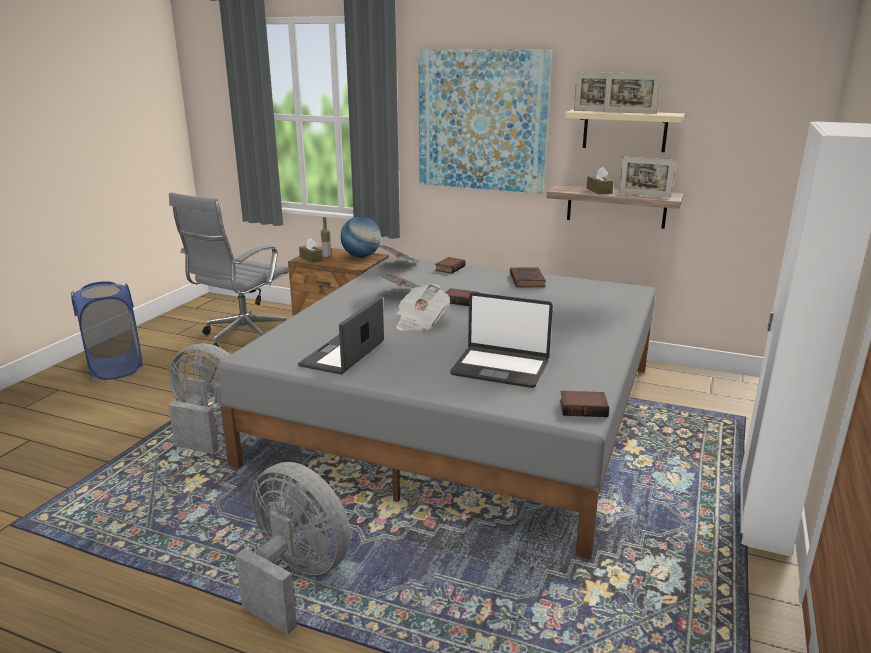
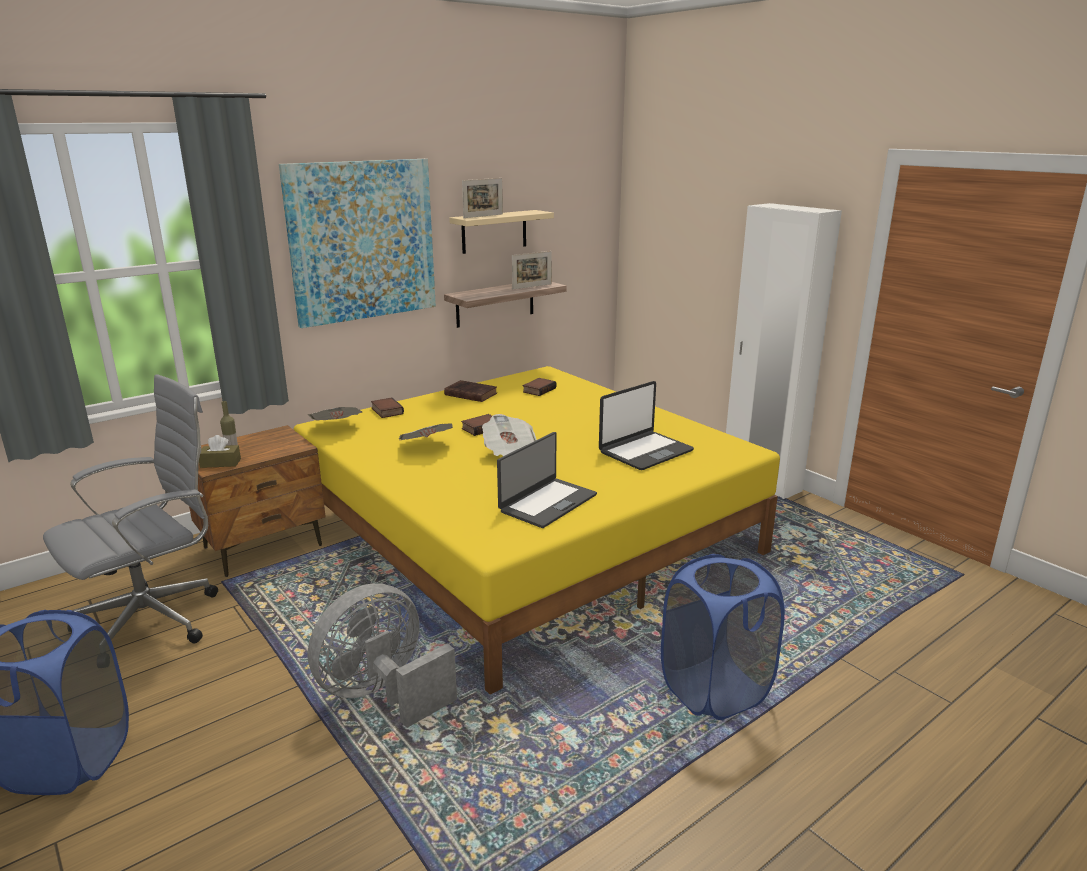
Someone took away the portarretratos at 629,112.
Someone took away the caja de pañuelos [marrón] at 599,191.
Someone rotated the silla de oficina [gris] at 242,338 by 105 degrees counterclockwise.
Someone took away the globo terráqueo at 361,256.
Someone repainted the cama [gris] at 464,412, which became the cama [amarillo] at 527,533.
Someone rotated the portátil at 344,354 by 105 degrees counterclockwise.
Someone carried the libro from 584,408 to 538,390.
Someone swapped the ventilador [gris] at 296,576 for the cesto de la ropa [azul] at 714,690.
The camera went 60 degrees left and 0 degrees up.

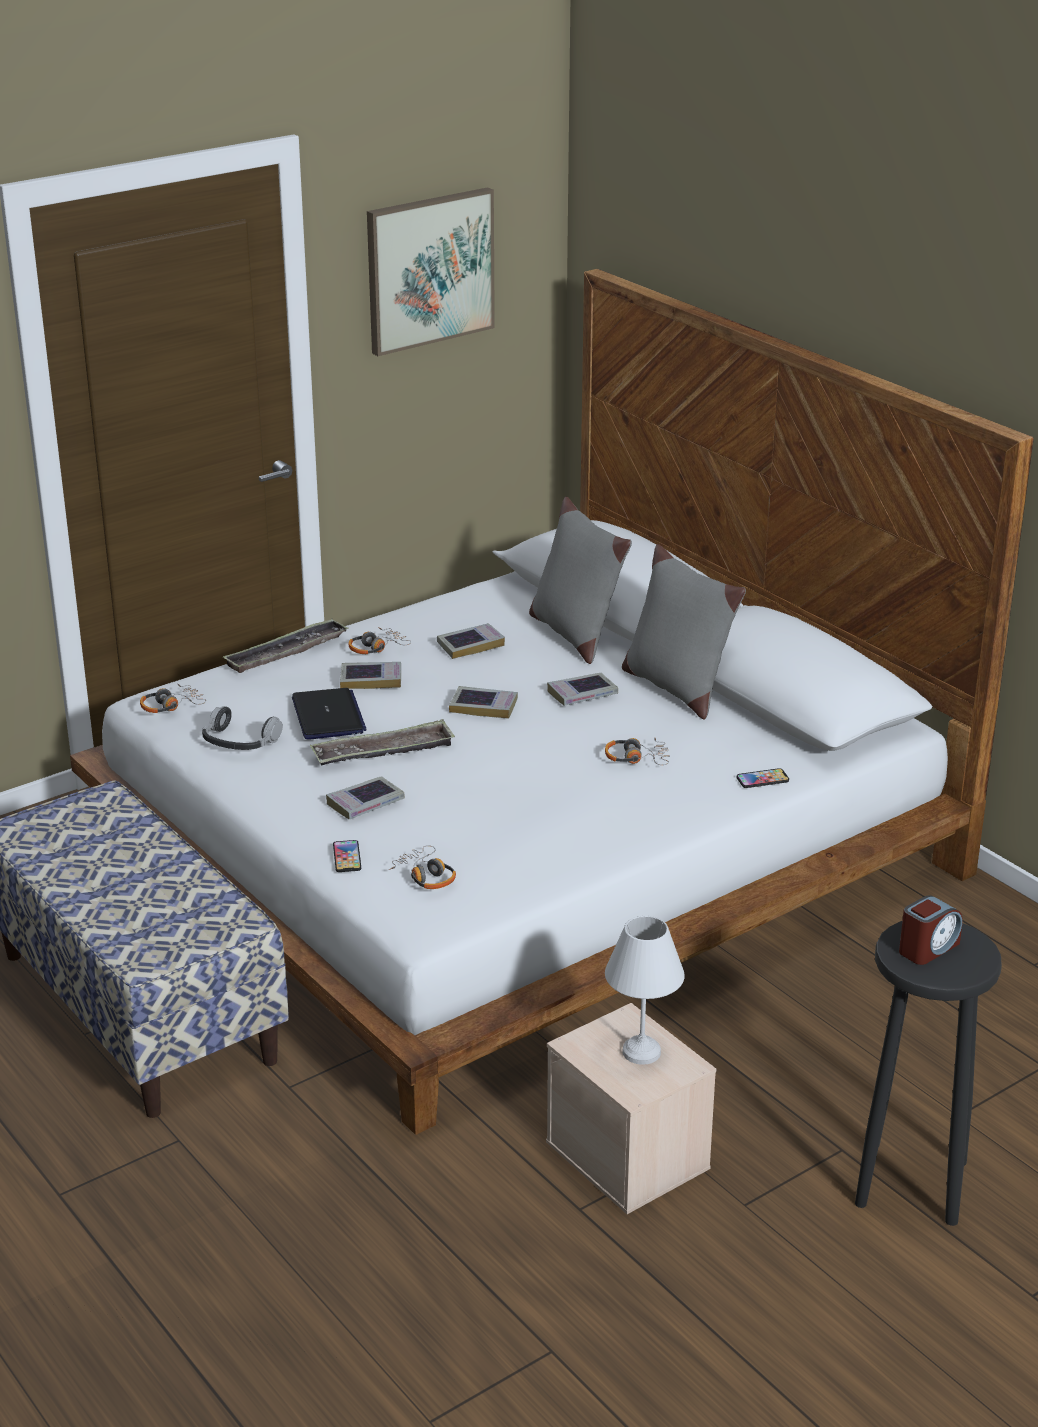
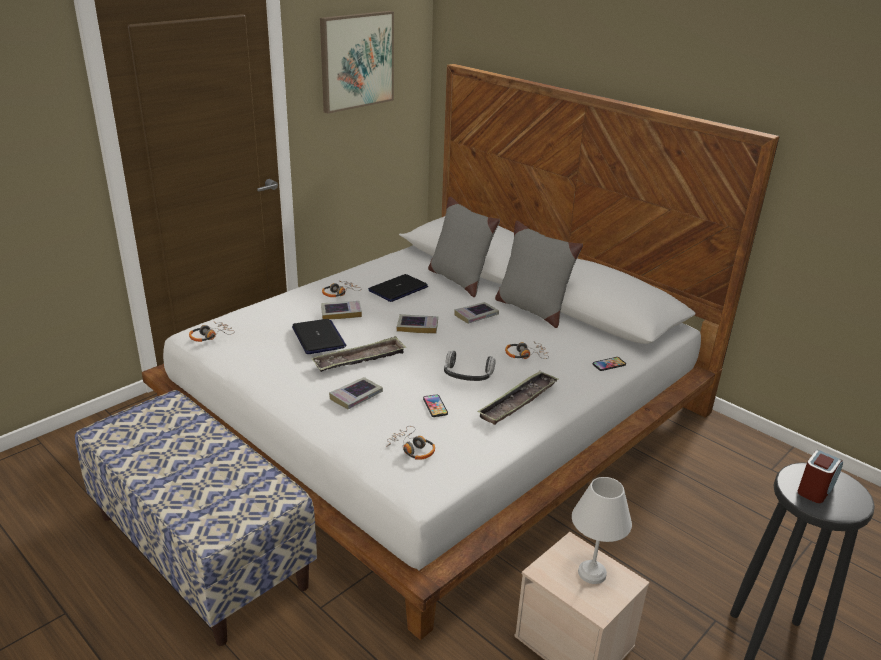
Someone carried the bandeja from 286,652 to 518,402.
Someone swapped the libro at 470,645 for the portátil at 398,289.
Someone carried the auriculares from 240,741 to 468,374.
Someone carried the móvil from 347,857 to 435,406.
The camera went 10 degrees left and 0 degrees up.

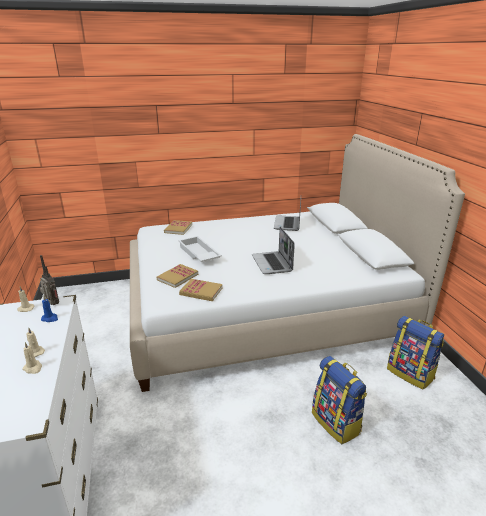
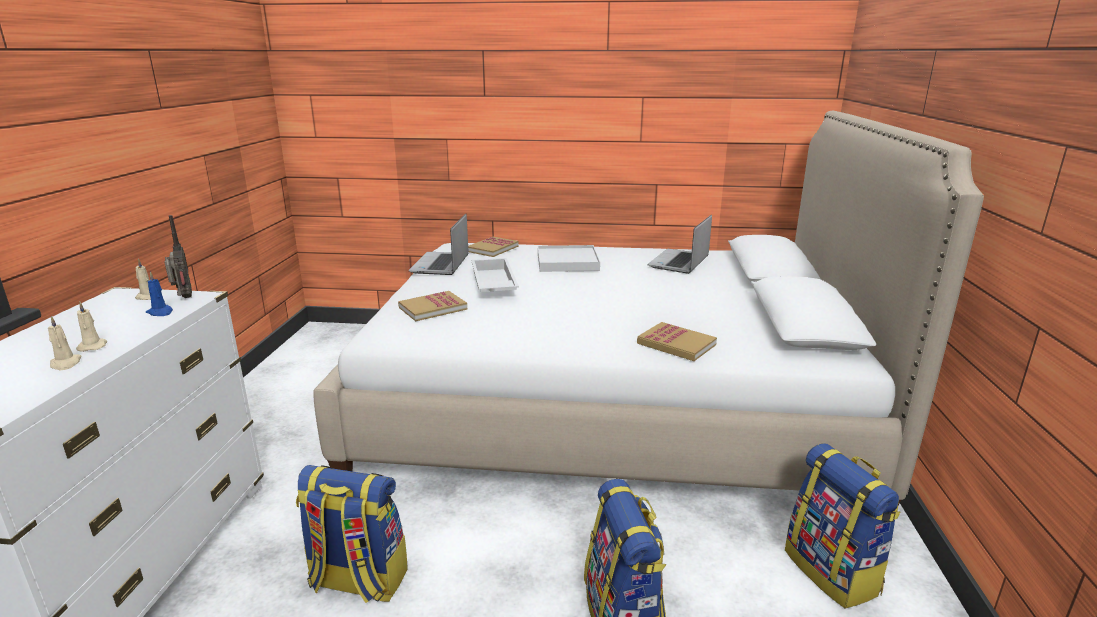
Someone carried the portátil from 272,264 to 441,265.
Someone carried the libro from 201,291 to 676,344.
Someone put down the bandeja [blanco] at 567,262.
Someone put down the mochila at 357,581.
The camera went 20 degrees right and 5 degrees down.

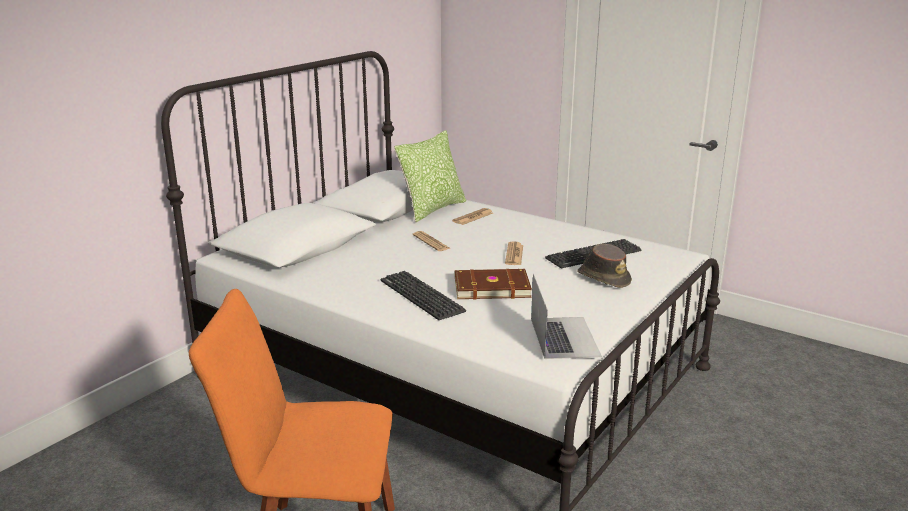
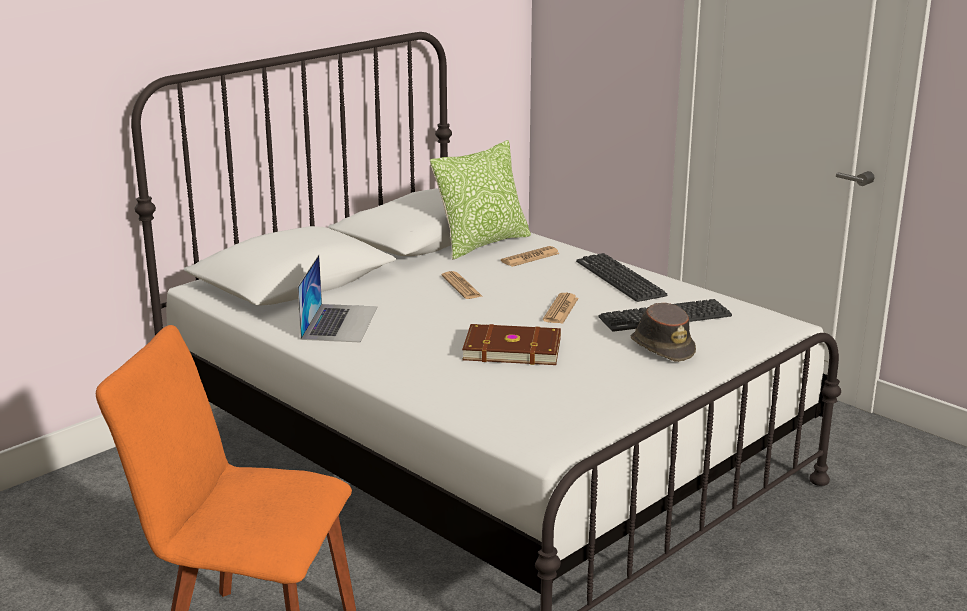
Someone carried the teclado from 421,296 to 620,278.
Someone carried the portátil from 564,337 to 339,322.
The camera went 10 degrees right and 0 degrees up.

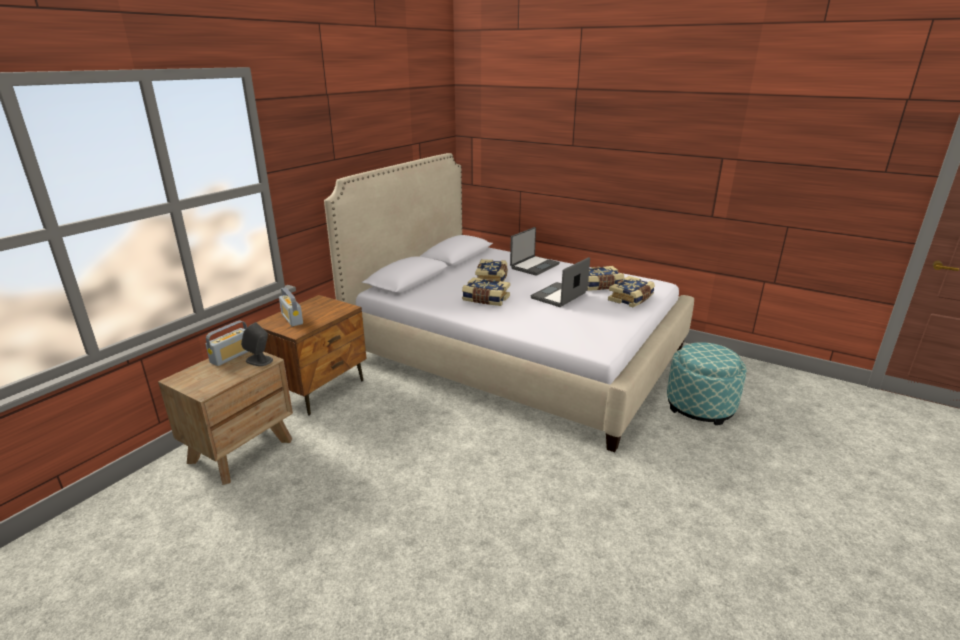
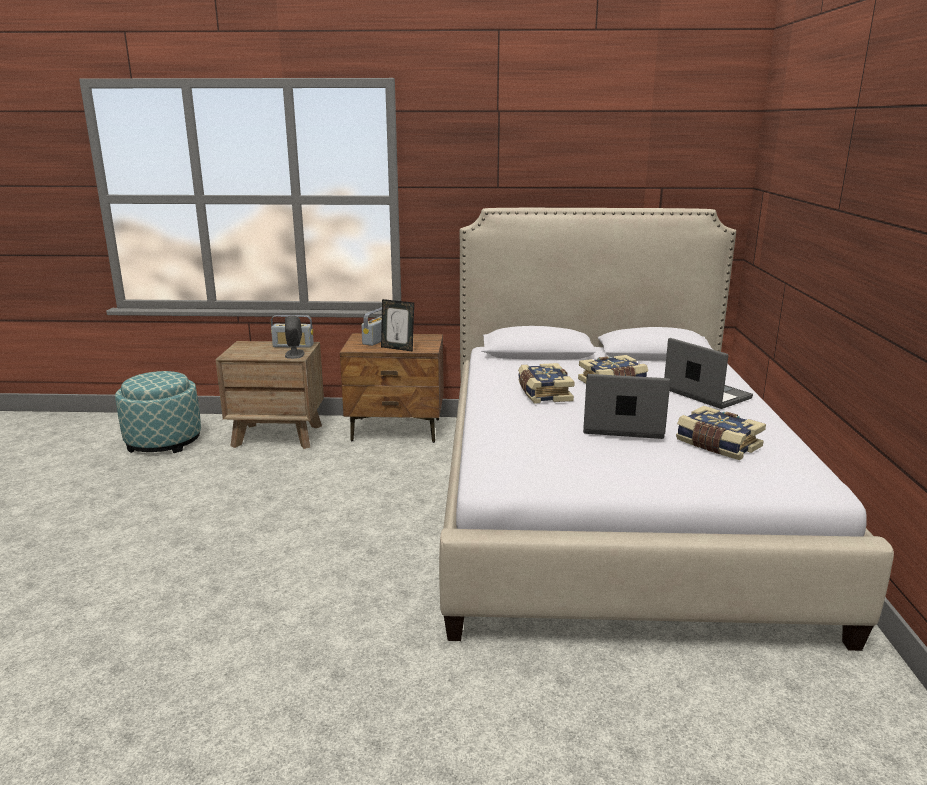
Someone rotated the portátil at 534,266 by 135 degrees counterclockwise.
Someone took away the libro at 631,299.
Someone carried the puf from 700,406 to 164,441.
Someone put down the portarretratos at 398,348.
The camera went 60 degrees right and 5 degrees down.

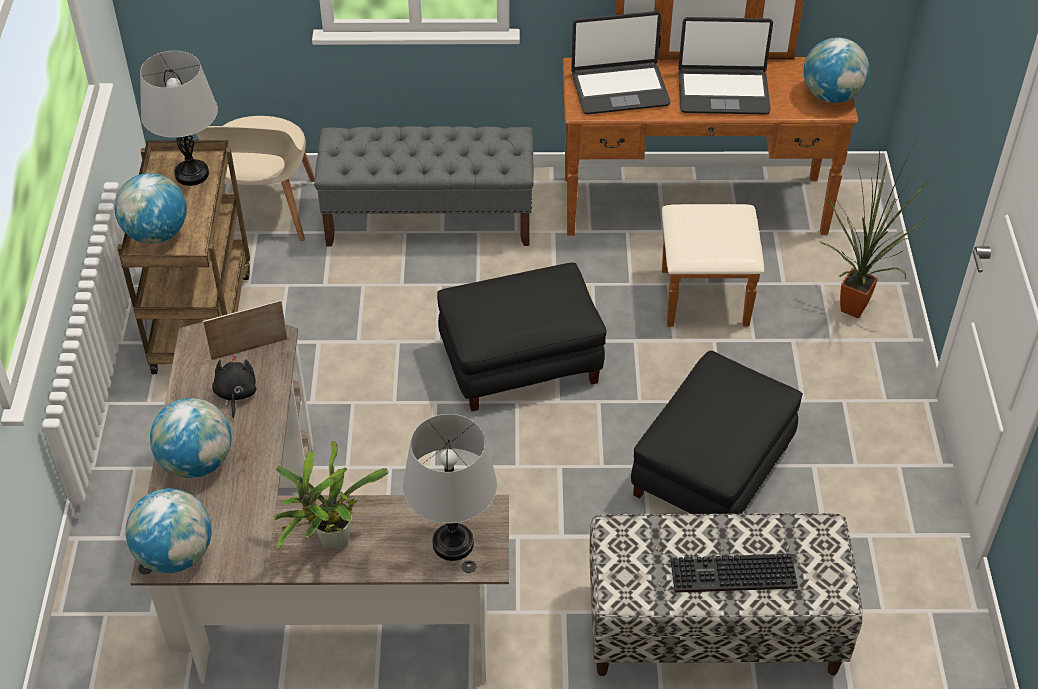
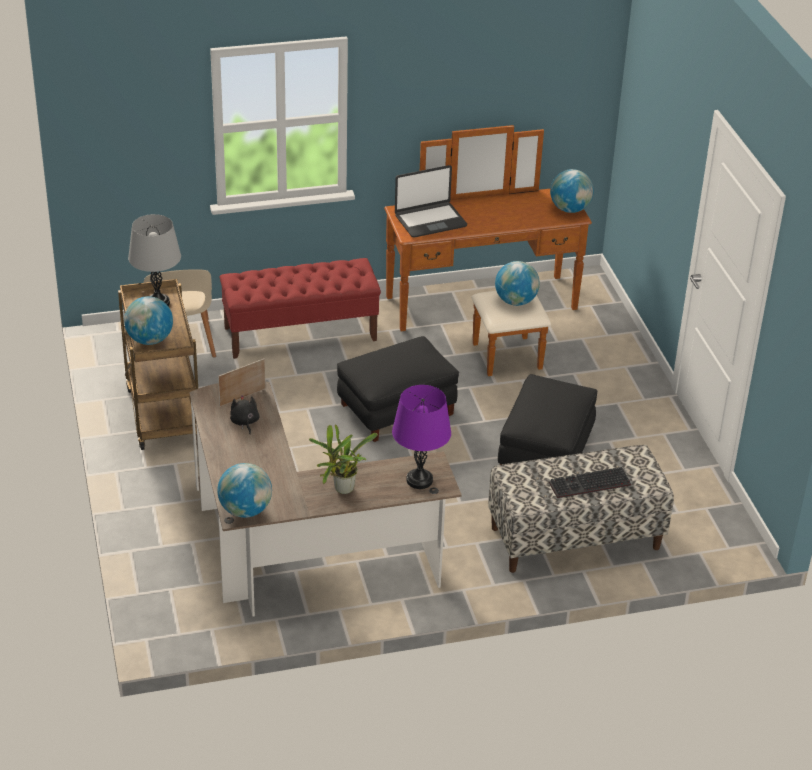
Someone took away the portátil at 723,92.
Someone repainted the banco [gris] at 429,220, which became the banco [rojo] at 300,334.
Someone took away the planta en maceta at 857,311.
Someone carried the globo terráqueo from 197,462 to 515,301.
Someone repainted the lámpara de mesa [gris] at 453,543, which became the lámpara de mesa [morado] at 419,480.
The camera went 15 degrees left and 10 degrees down.

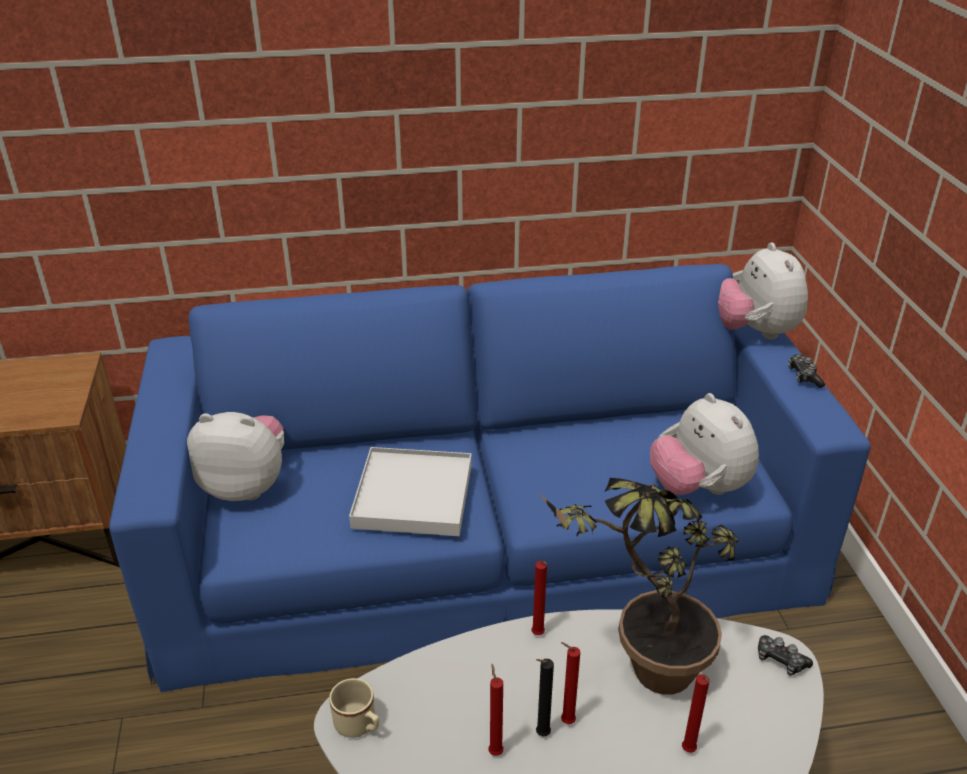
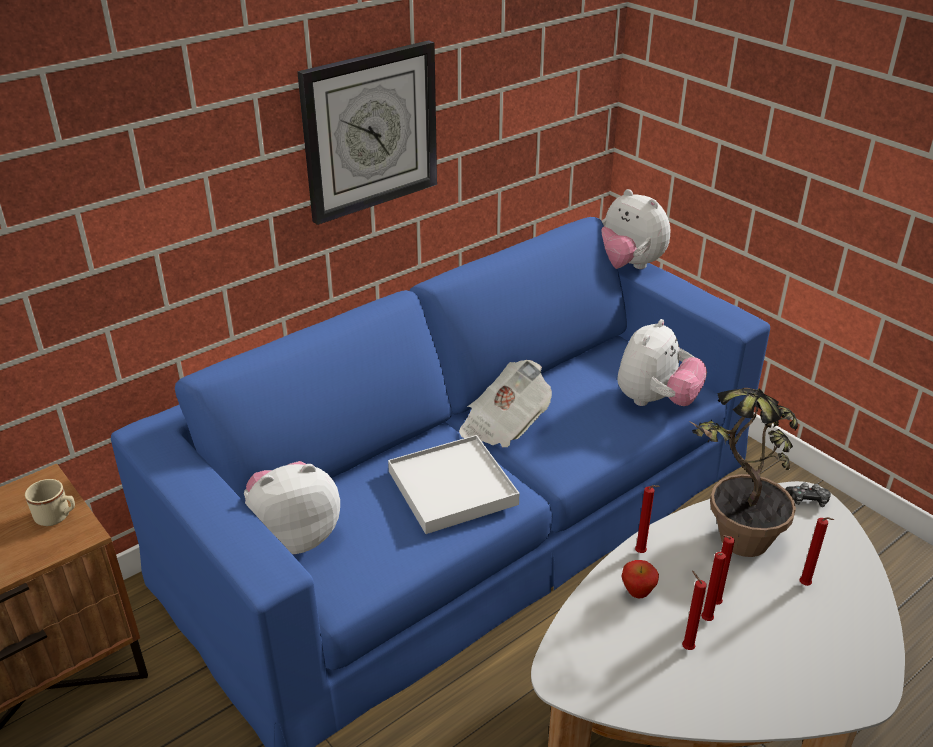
Someone took away the mando de consola at 804,376.
Someone rotated the peluche at 698,487 by 90 degrees counterclockwise.
Someone repainted the vela [negro] at 540,734, which became the vela [rojo] at 705,621.
Someone carried the taza grande [beis] from 359,726 to 57,517.
Someone put up the reloj de pared at 370,131.
Someone put down the periódico at 502,423.
Someone put down the manzana at 637,593.
The camera went 30 degrees left and 0 degrees up.

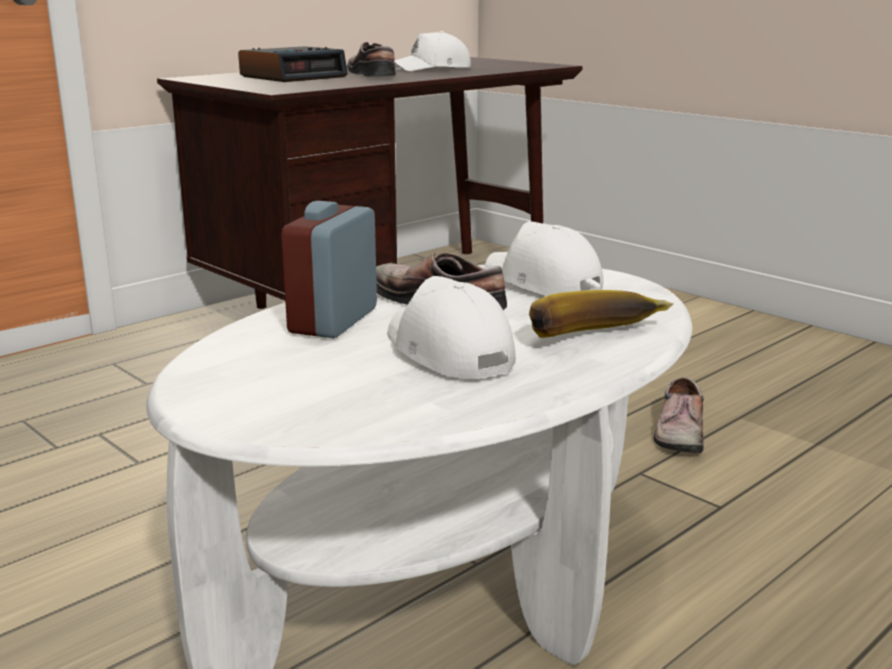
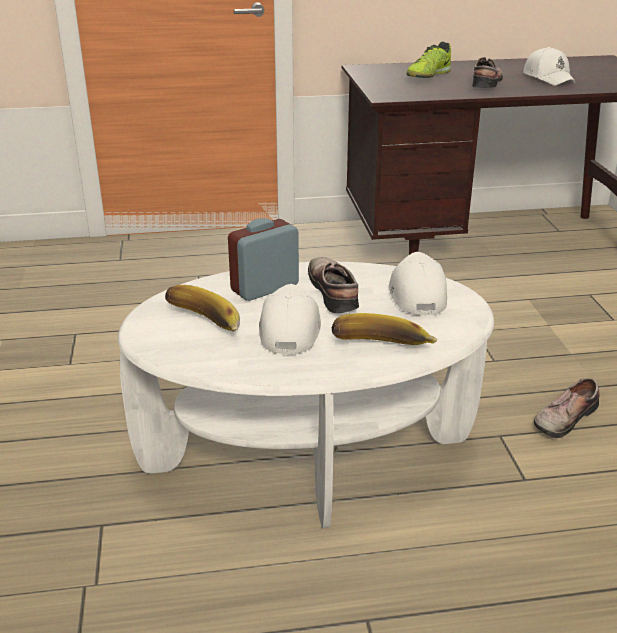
Someone rotated the gorra [blanco] at 433,69 by 120 degrees counterclockwise.
Someone swapped the despertador at 293,76 for the zapato at 428,76.
Someone put down the plátano at 202,324.
The camera went 35 degrees right and 10 degrees up.

